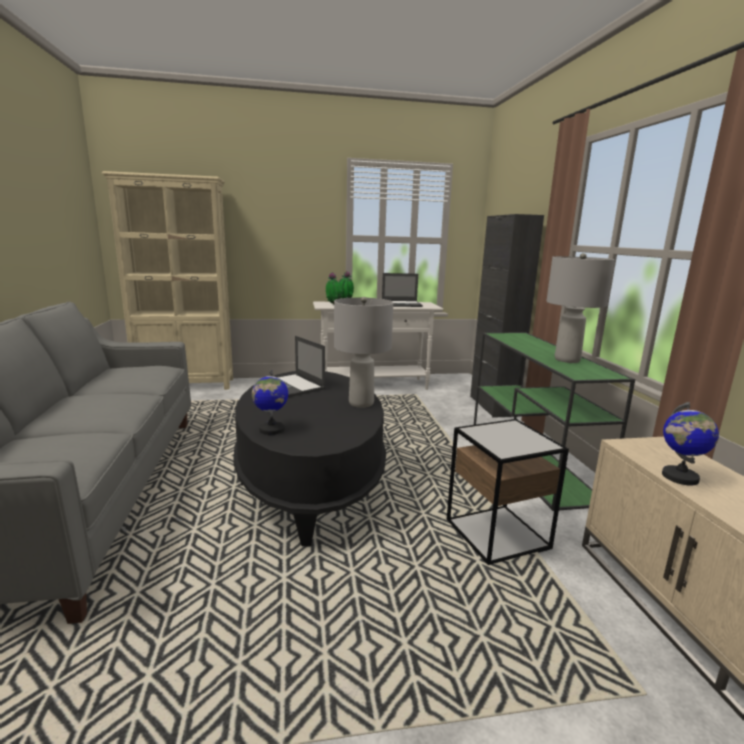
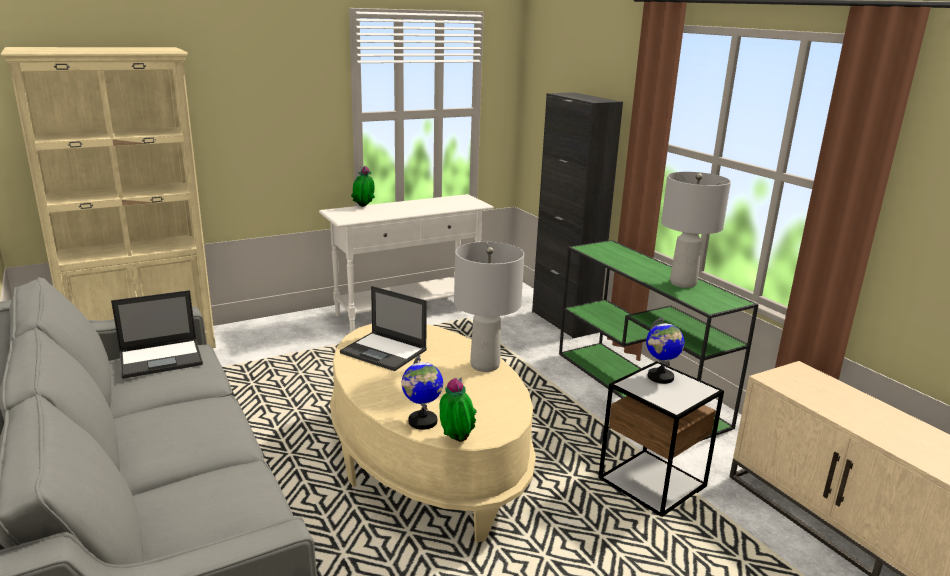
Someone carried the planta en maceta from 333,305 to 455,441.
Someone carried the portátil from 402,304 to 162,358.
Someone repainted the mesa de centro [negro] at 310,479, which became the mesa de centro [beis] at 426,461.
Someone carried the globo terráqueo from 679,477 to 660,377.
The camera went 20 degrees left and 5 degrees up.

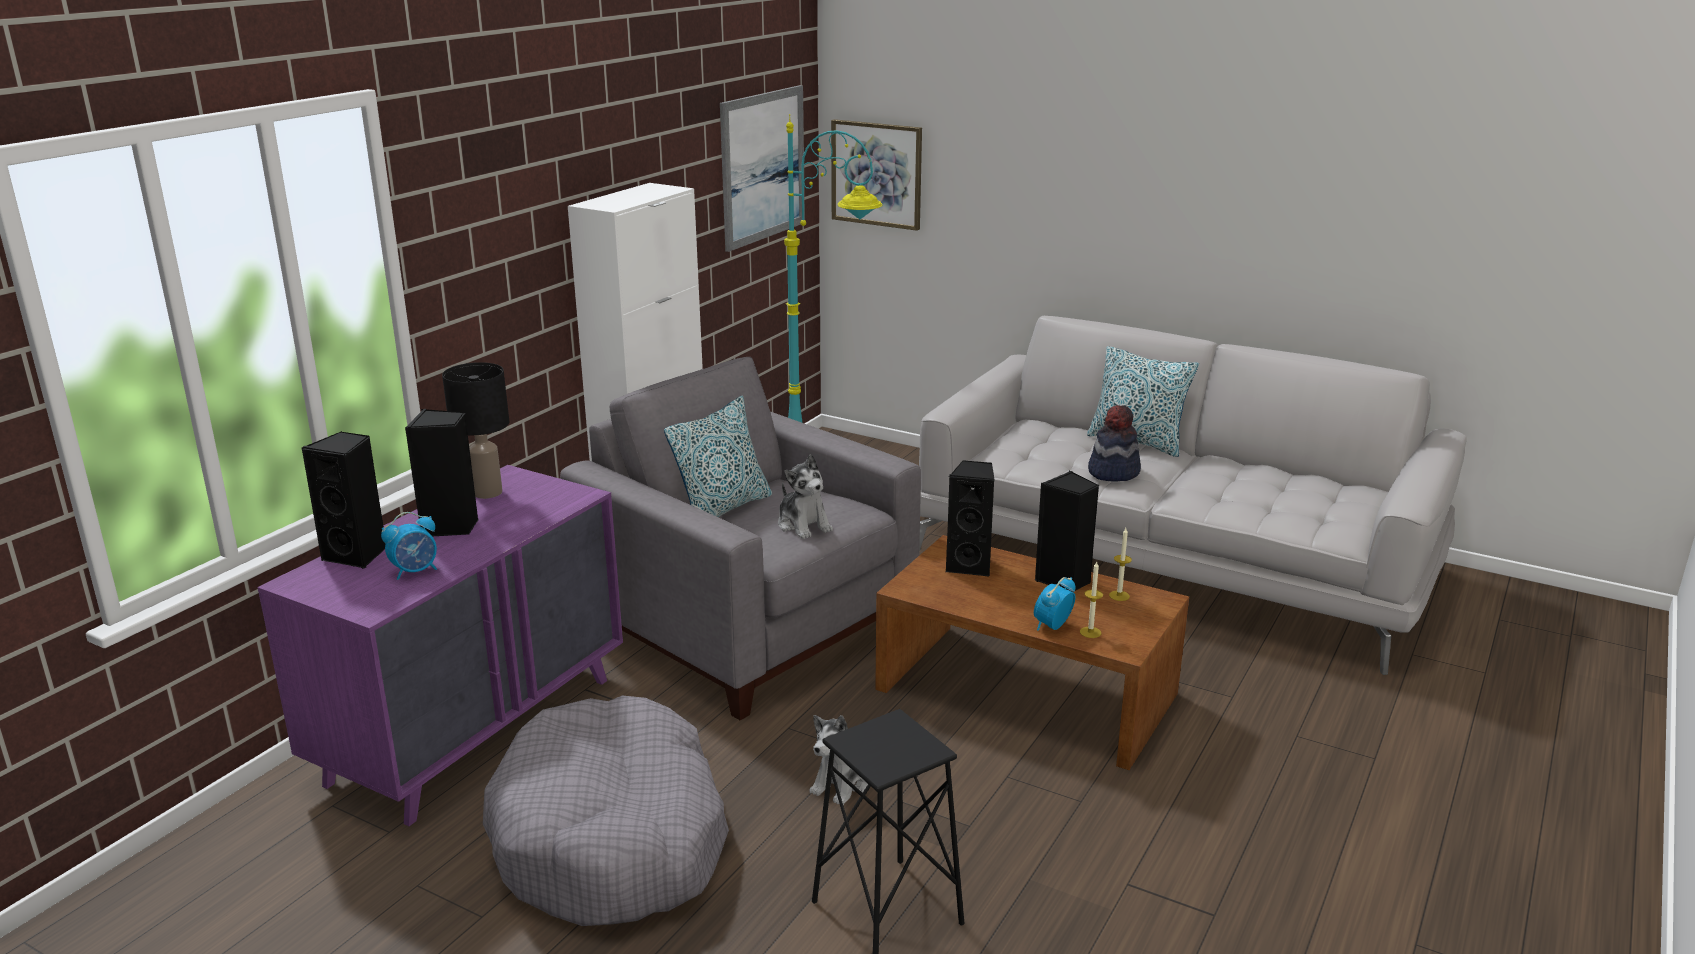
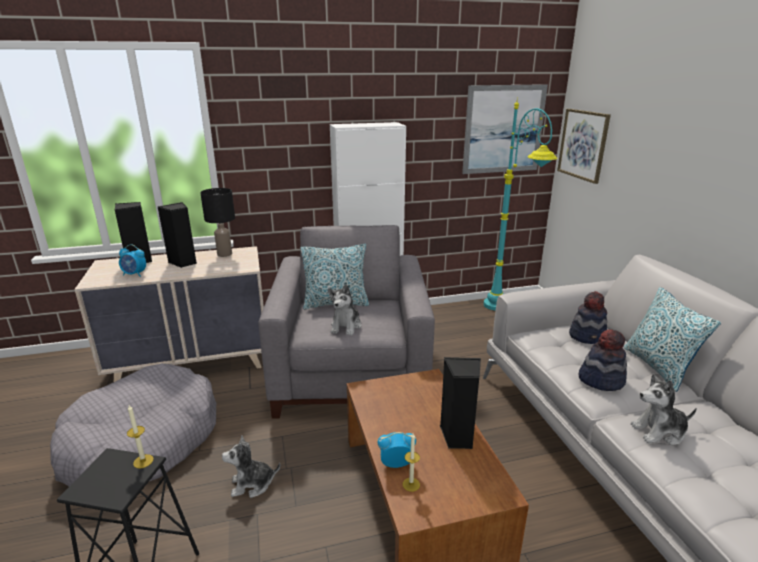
Someone took away the altavoz [negro] at 970,566.
Someone repainted the cómoda [morado] at 474,729, which became the cómoda [beis] at 193,362.
Someone carried the vela from 1119,596 to 143,461.
Someone put down the sombrero at 588,336.
Someone put down the peluche at 659,432.
The camera went 45 degrees right and 0 degrees up.

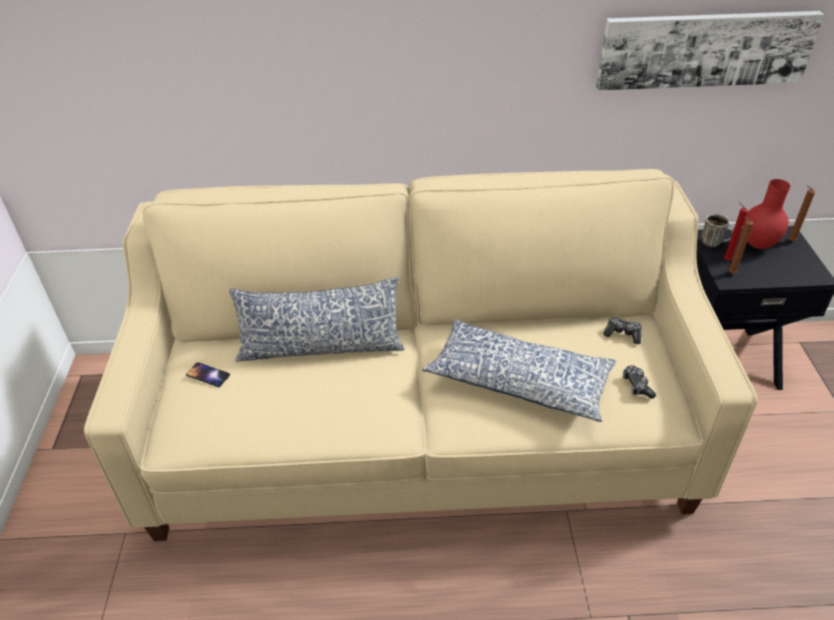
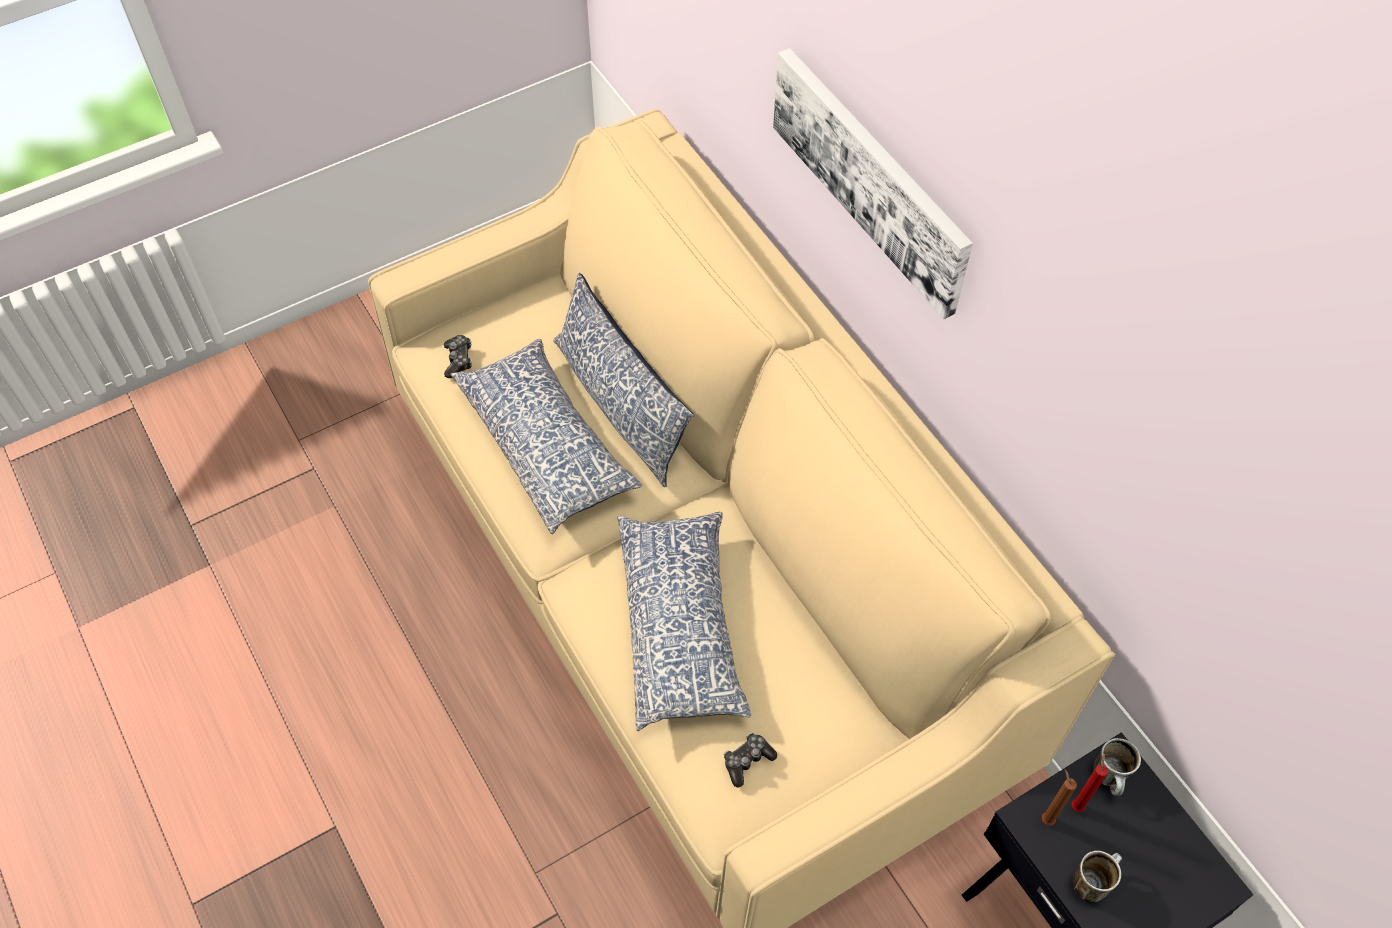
Someone carried the cuadro from 704,49 to 871,178.
Someone took away the florero [rojo] at 757,245.
Someone took away the vela [marrón] at 789,241.
Someone carried the mando de consola from 623,334 to 458,360.
Someone took away the móvil at 208,375.
Someone put down the cojín at 546,444.
Someone put down the taza grande at 1092,880.
The camera went 60 degrees right and 15 degrees up.

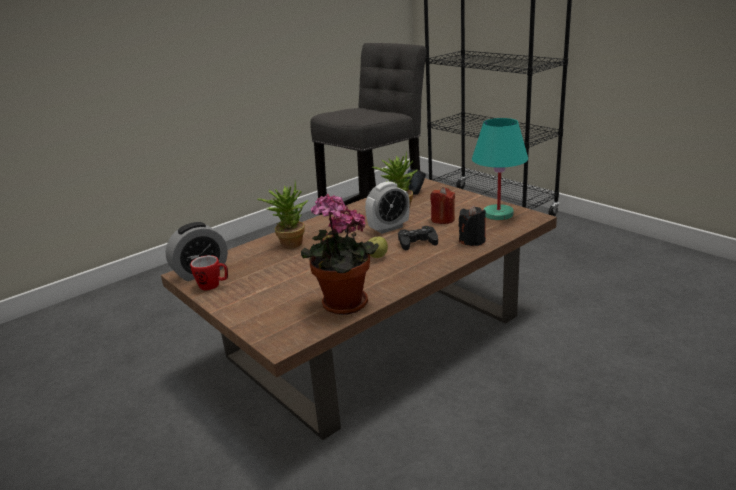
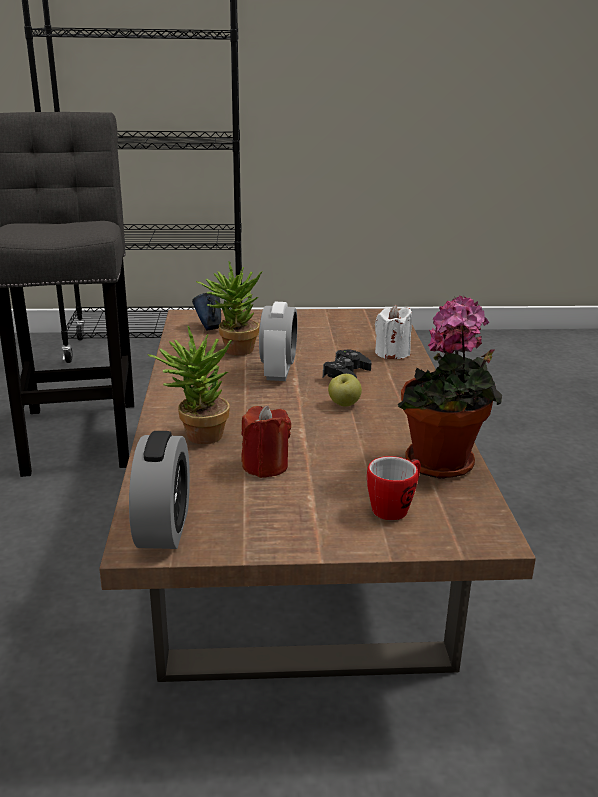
Someone took away the lámpara de mesa [turquesa] at 497,214.
Someone carried the vela [rojo] from 442,219 to 265,466.
Someone repainted the vela [negro] at 472,241, which became the vela [blanco] at 392,353.
Someone carried the taza grande from 213,285 to 395,507.
The camera went 55 degrees left and 0 degrees up.

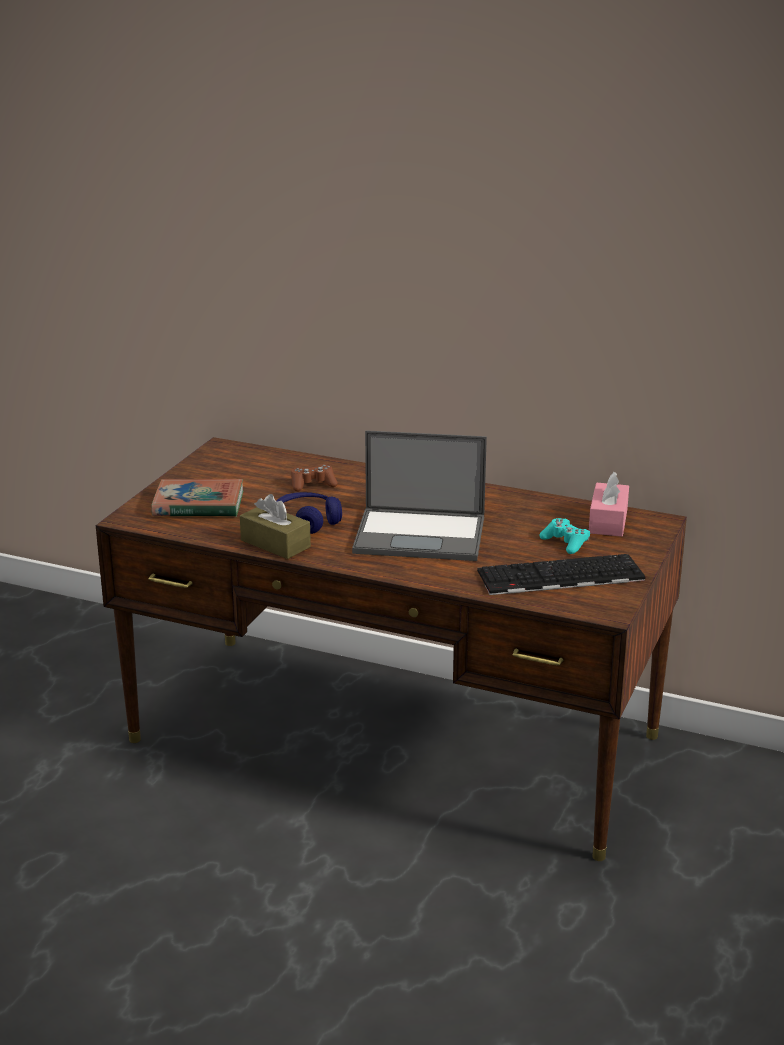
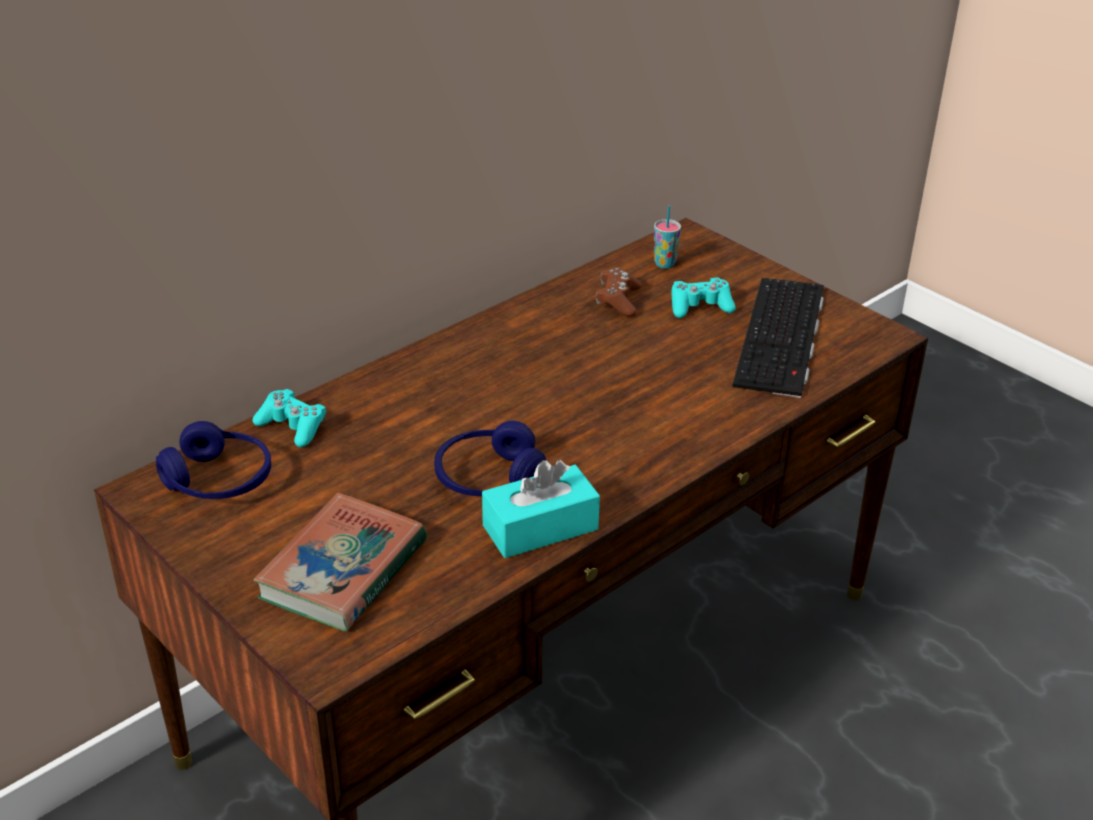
Someone took away the portátil at 421,535.
Someone carried the mando de consola [marrón] from 312,484 to 618,300.
Someone swapped the caja de pañuelos [rosa] at 608,521 for the taza at 664,264.
Someone repainted the caja de pañuelos [marrón] at 275,543, which became the caja de pañuelos [turquesa] at 540,528.
Someone put down the mando de consola [turquesa] at 292,427.
Someone put down the auriculares [azul] at 219,480.
The camera went 65 degrees left and 10 degrees up.

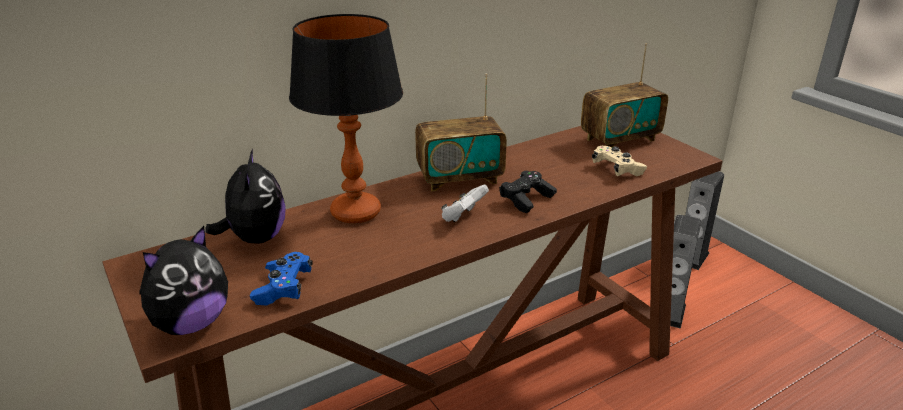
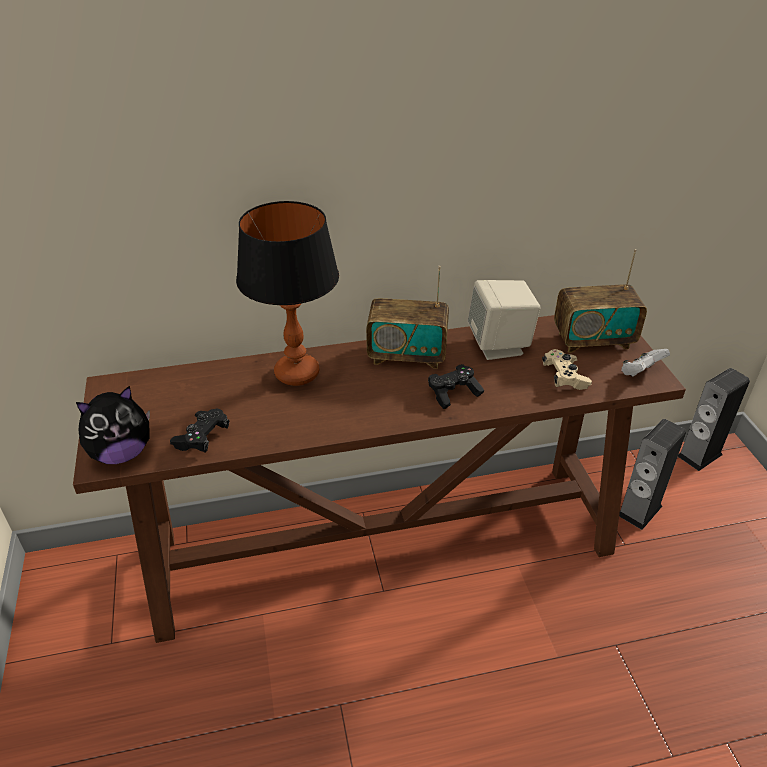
Someone took away the peluche at 255,238.
Someone carried the mando de consola [blanco] from 463,216 to 640,372.
Someone repainted the mando de consola [azul] at 283,288, which became the mando de consola [negro] at 202,438.
Someone put down the altavoz [beis] at 499,345.
The camera went 20 degrees right and 10 degrees up.

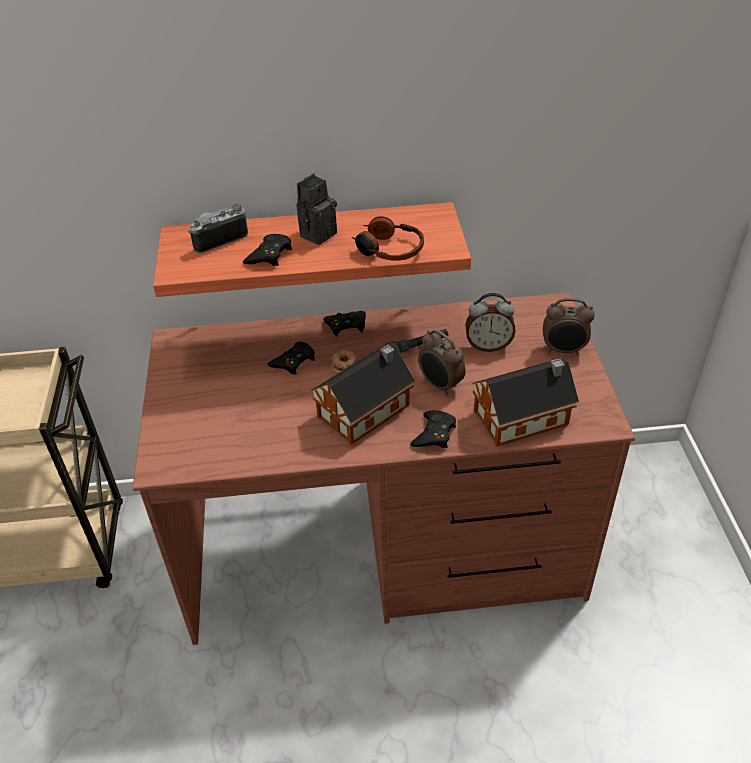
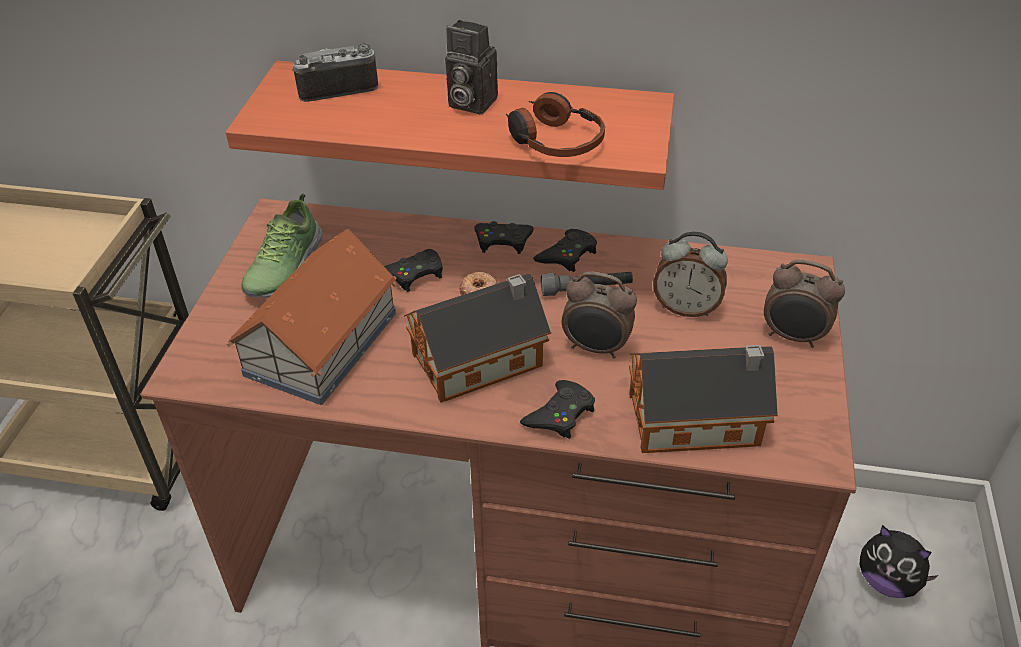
Someone rotated the cámara at 318,233 by 120 degrees counterclockwise.
Someone carried the mando de consola [negro] from 269,255 to 567,255.
Someone rotated the despertador at 440,385 by 45 degrees counterclockwise.
Someone put down the zapato at 283,268.
Someone put down the casita at 323,342.
Someone put down the peluche at 887,581.
The camera went 15 degrees right and 0 degrees up.

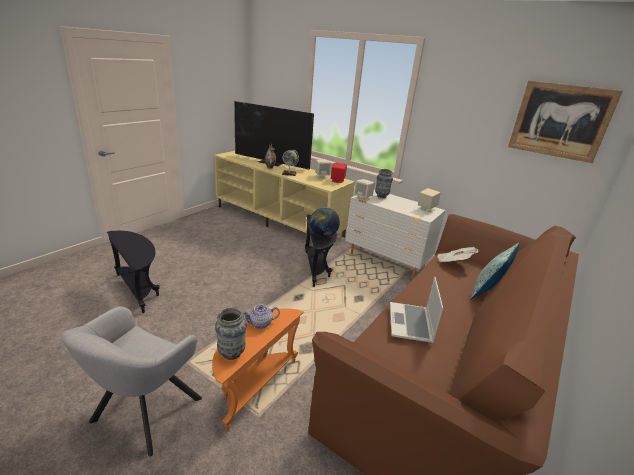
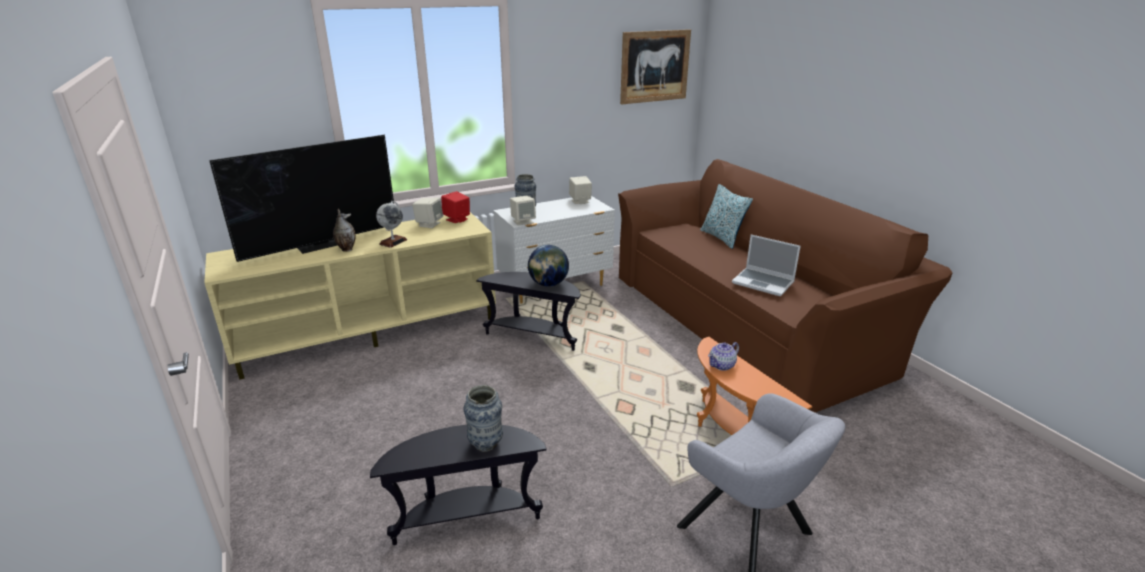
Someone took away the periódico at 453,262.
Someone rotated the tetera at 261,323 by 45 degrees clockwise.
Someone carried the florero from 231,353 to 486,444.
The camera went 60 degrees left and 0 degrees up.

